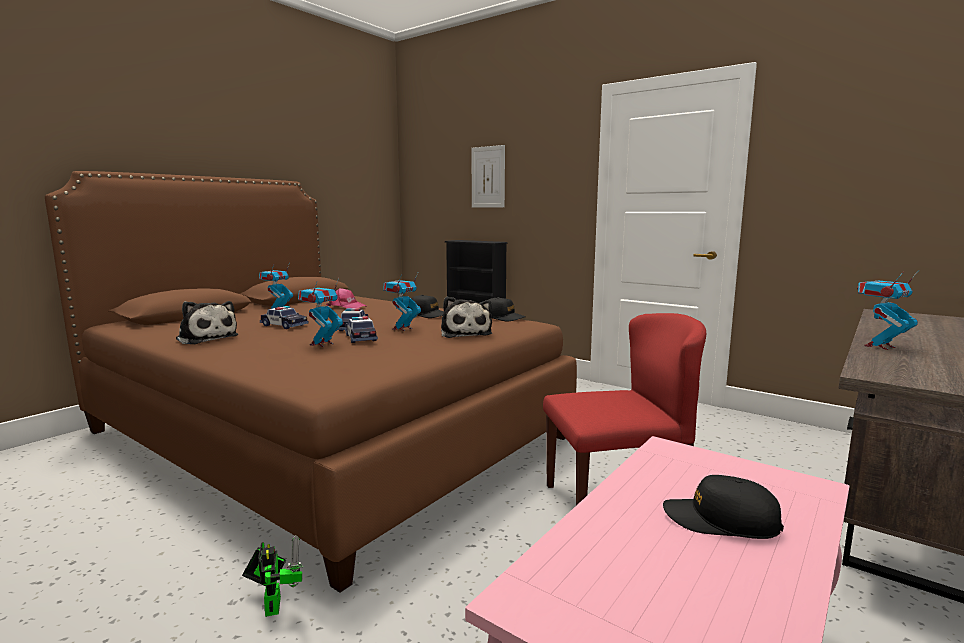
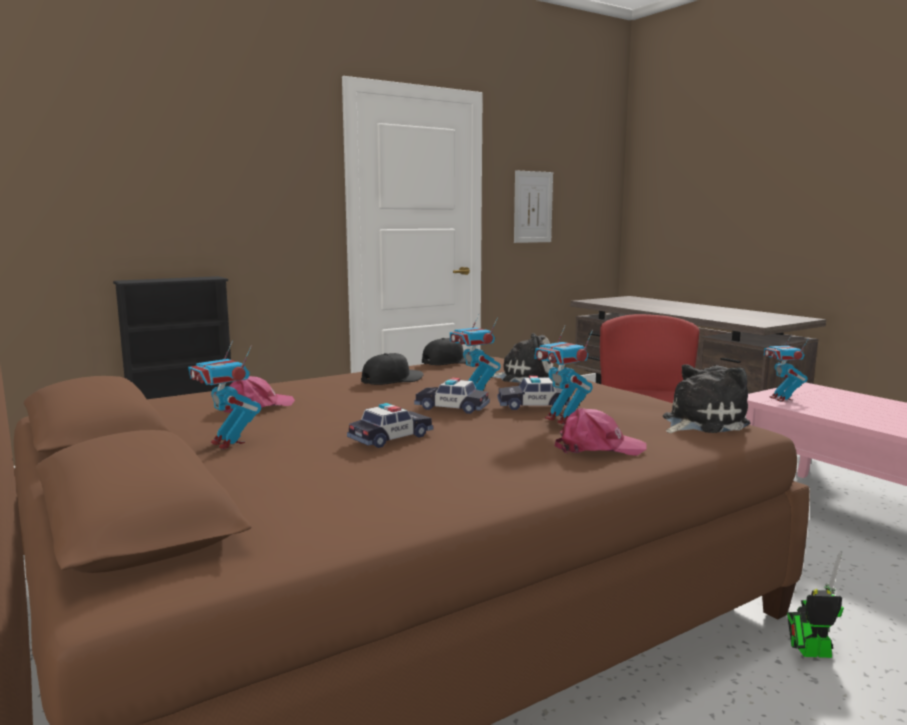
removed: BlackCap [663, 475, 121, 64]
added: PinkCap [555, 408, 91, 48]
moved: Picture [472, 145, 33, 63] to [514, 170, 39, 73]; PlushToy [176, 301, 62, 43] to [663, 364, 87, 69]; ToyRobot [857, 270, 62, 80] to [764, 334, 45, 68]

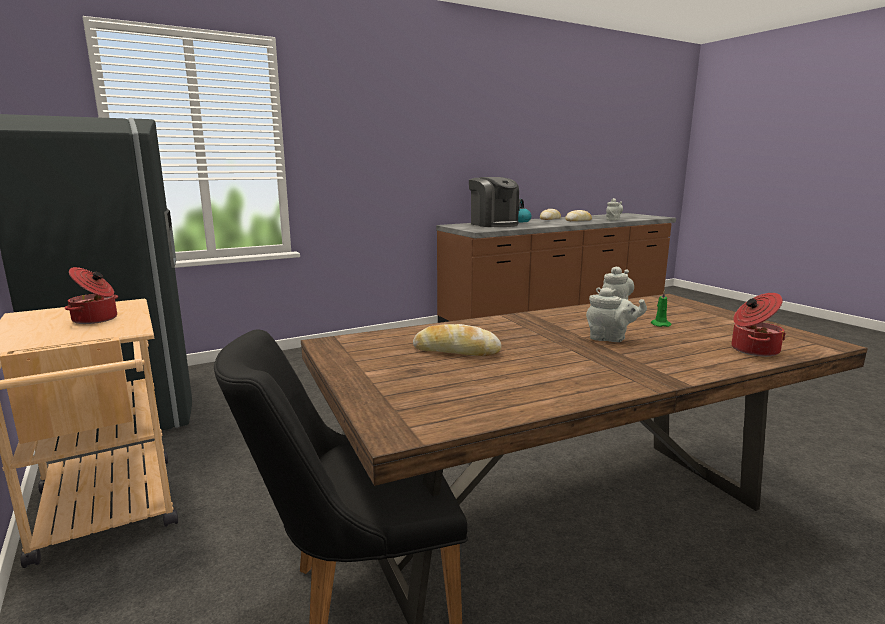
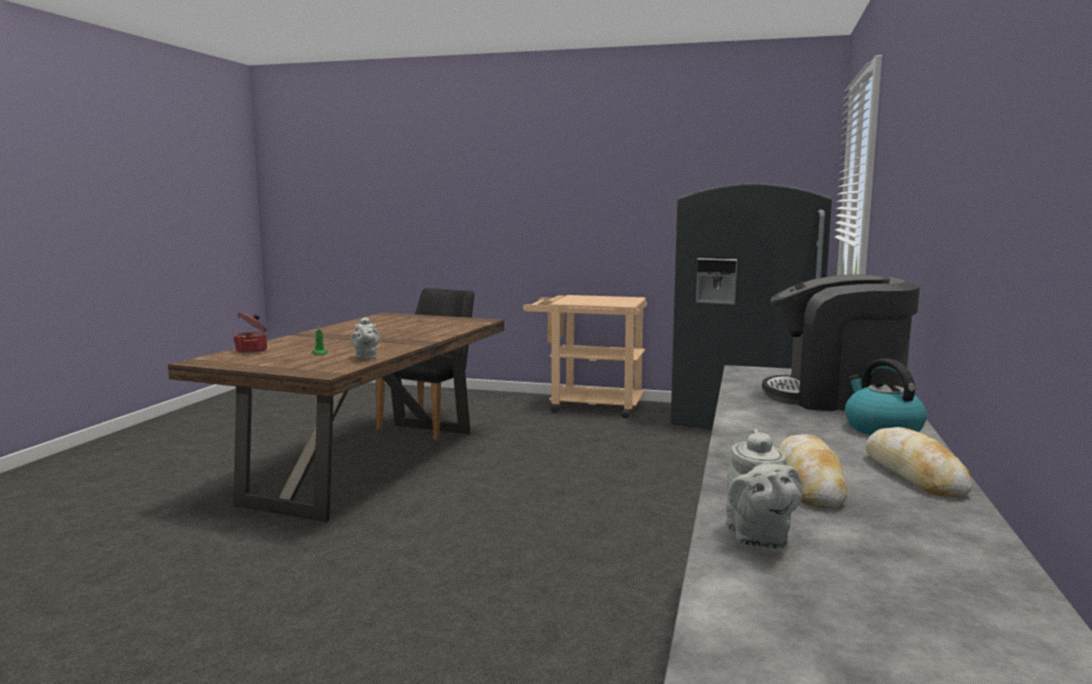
removed: CookingPot [65, 267, 53, 57]; Bread [413, 324, 88, 32]; GreyTeapot [586, 287, 61, 55]

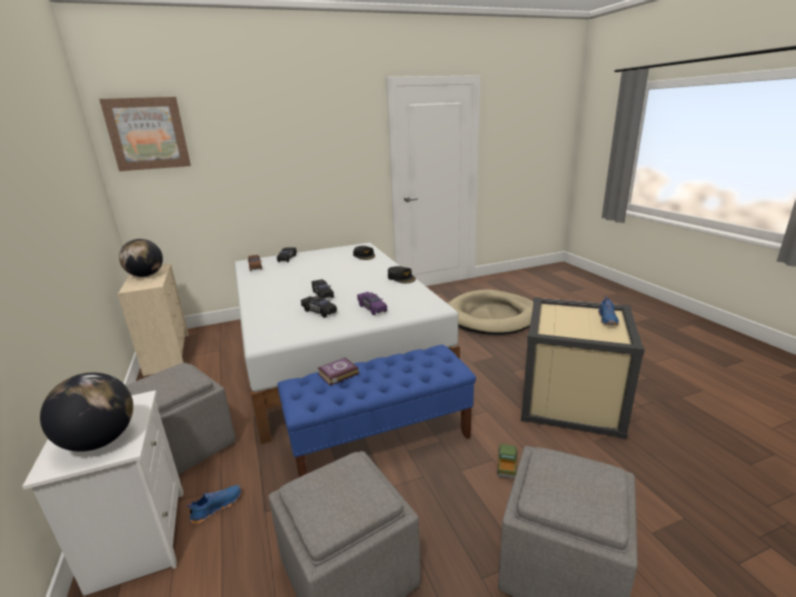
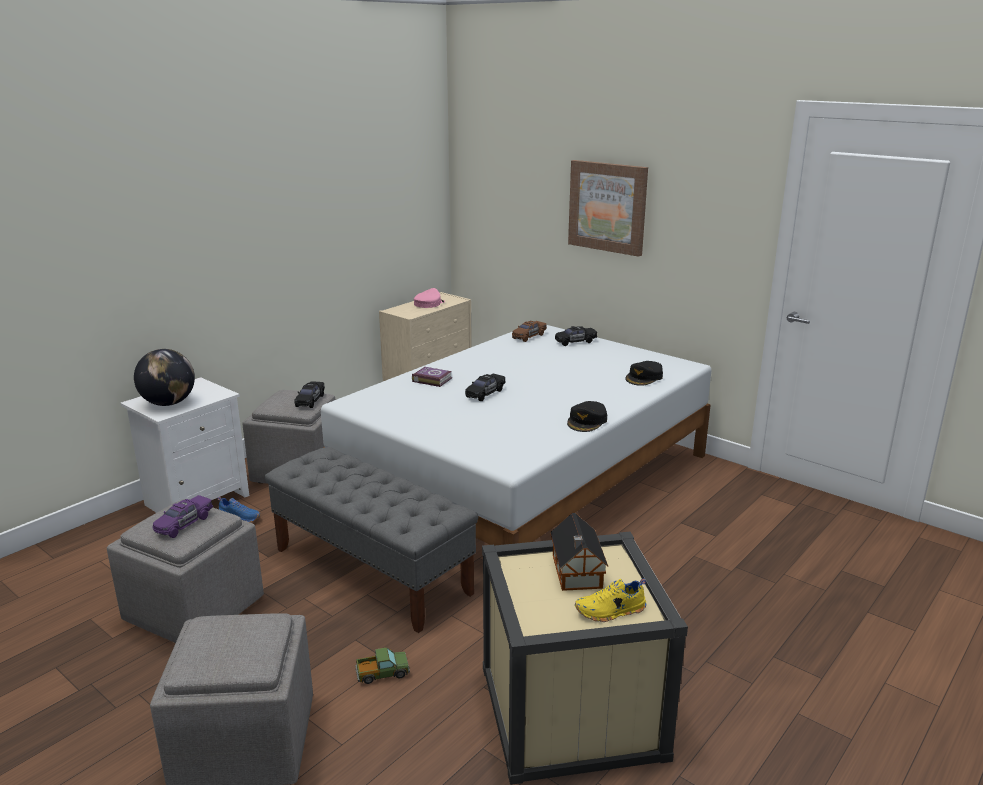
removed: BeigeDogBed [447, 289, 86, 46]
added: ToyHouse [550, 513, 58, 78]
moved: PurpleToyCar [357, 292, 30, 23] to [153, 495, 60, 43]; BlackToyCar [301, 296, 36, 22] to [294, 381, 31, 27]; Book [318, 358, 41, 28] to [412, 367, 40, 20]; Picture [99, 97, 92, 74] to [568, 160, 80, 97]
replaced: Globe [119, 239, 44, 38] to PinkCap [414, 288, 31, 20]
recoloured: BlueBench [277, 345, 199, 132] to GreyBench [265, 447, 213, 186]; BlueShoe [598, 296, 21, 29] to YellowShoe [575, 578, 71, 44]

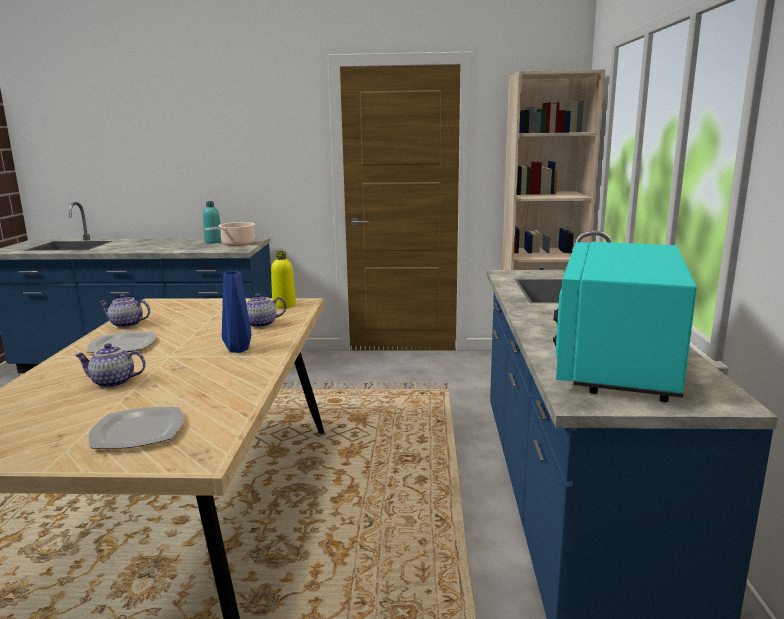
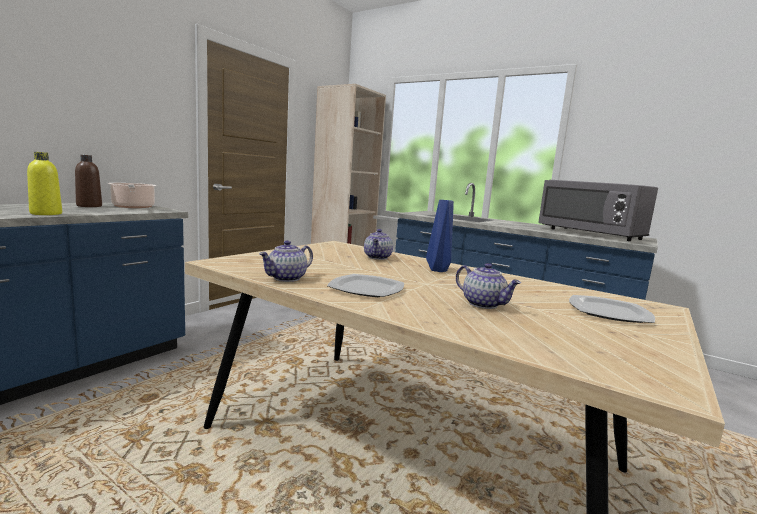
moved: YellowBottle [271, 251, 25, 57] to [27, 152, 35, 63]
recoloured: TurquoiseBottle [203, 201, 19, 42] to BrownBottle [75, 155, 27, 52]; TurquoiseMicrowave [553, 242, 144, 160] to GreyMicrowave [538, 180, 120, 61]
turned: Teapot [75, 343, 71, 45] = [456, 263, 65, 46] 75 degrees counterclockwise

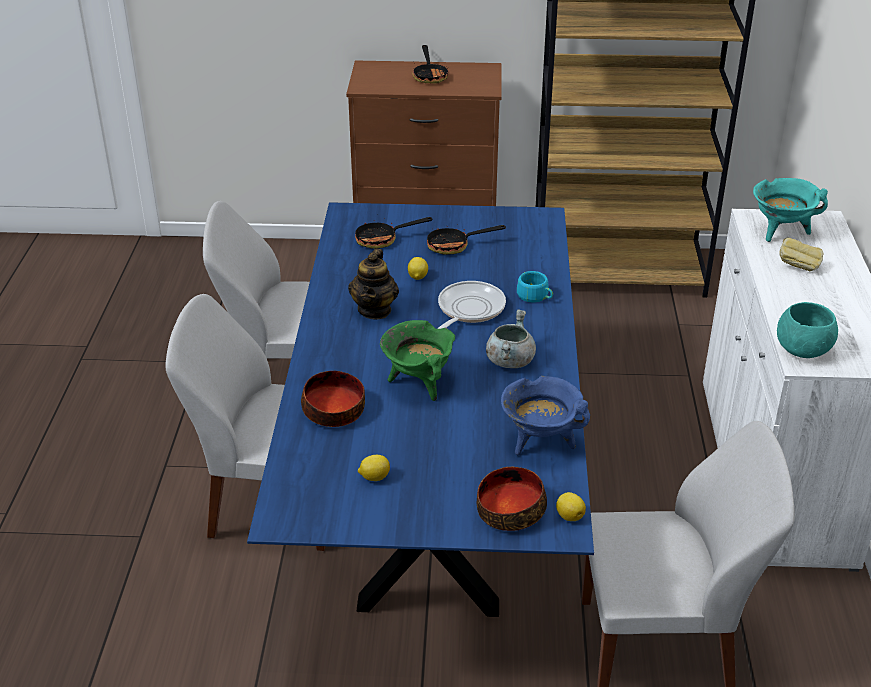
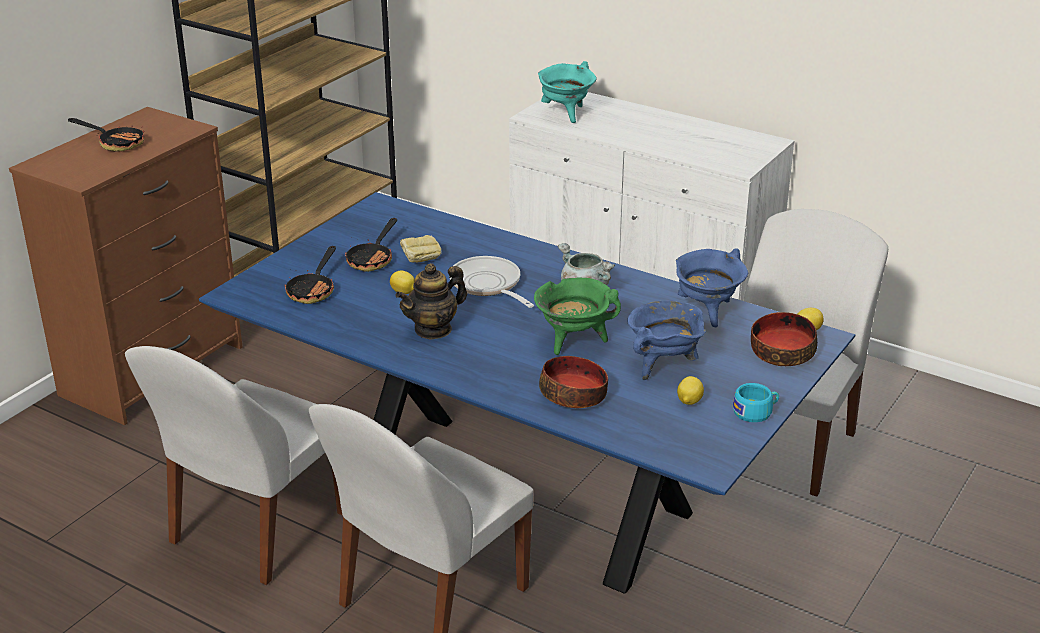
removed: TurquoiseBowl [777, 302, 61, 56]
added: BlueCookingPot [627, 301, 79, 79]
moved: Bread [779, 237, 44, 34] to [400, 235, 42, 28]; TurquoiseCup [517, 271, 36, 31] to [733, 383, 46, 39]
turned: Teapot [348, 249, 51, 70] = [396, 263, 71, 77] 105 degrees clockwise

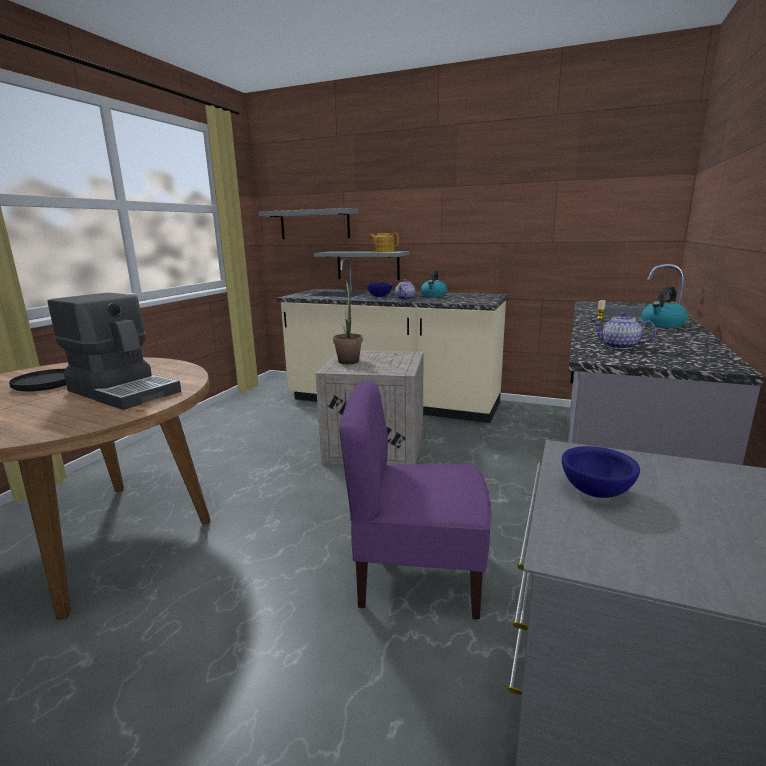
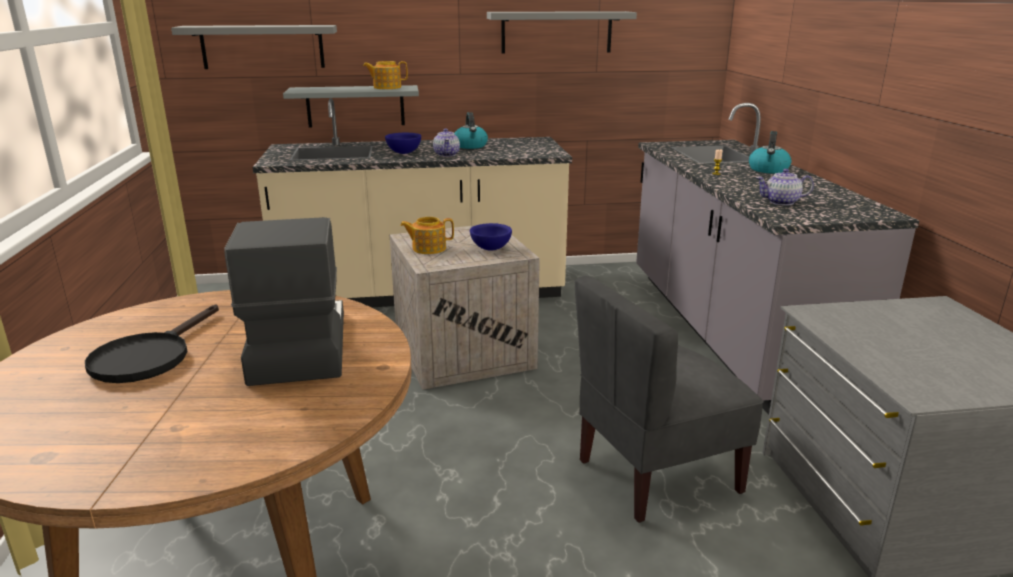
added: GreyShelf [487, 11, 150, 43]
moved: BlueBowl [562, 446, 78, 52] to [470, 223, 42, 28]
replaced: PottedPlant [333, 280, 30, 84] to Teapot [400, 217, 54, 37]
recoloured: PurpleChair [339, 381, 153, 239] to GreyChair [575, 276, 189, 247]
turned: CoffeeMachine [48, 293, 133, 117] = [224, 217, 120, 169] 105 degrees counterclockwise

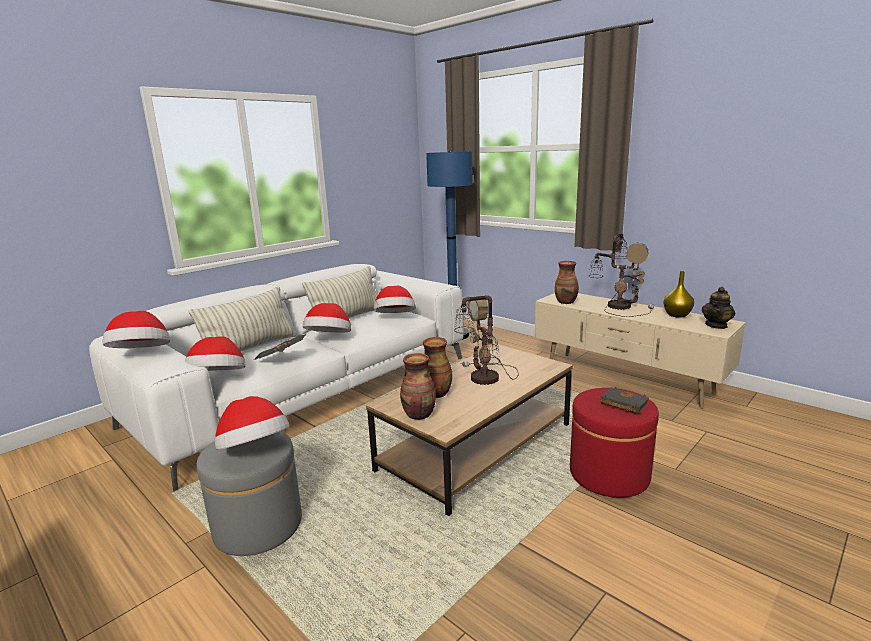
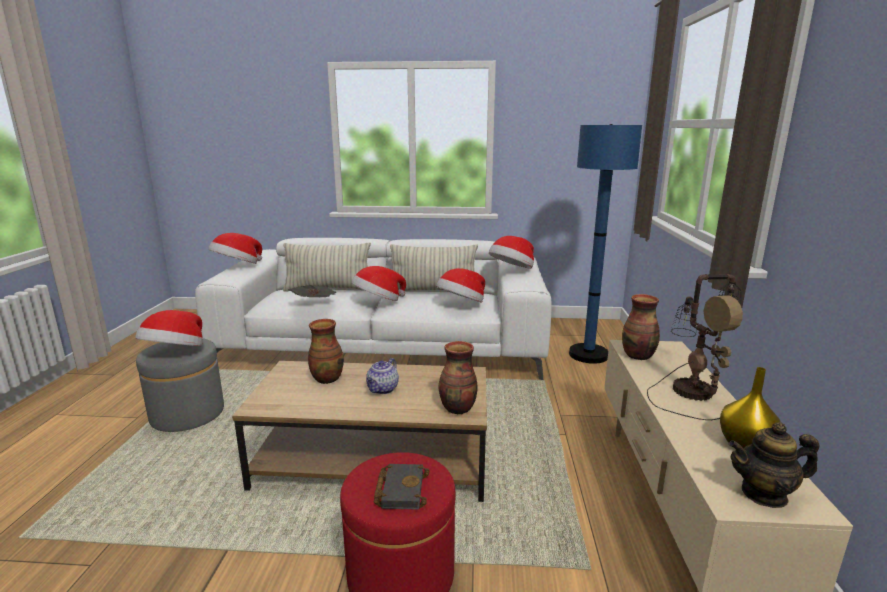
moved: Vase [400, 353, 36, 67] to [439, 341, 39, 74]; Hat [185, 336, 60, 35] to [489, 236, 45, 33]
replaced: TableLamp [454, 295, 65, 90] to Teapot [366, 358, 33, 36]

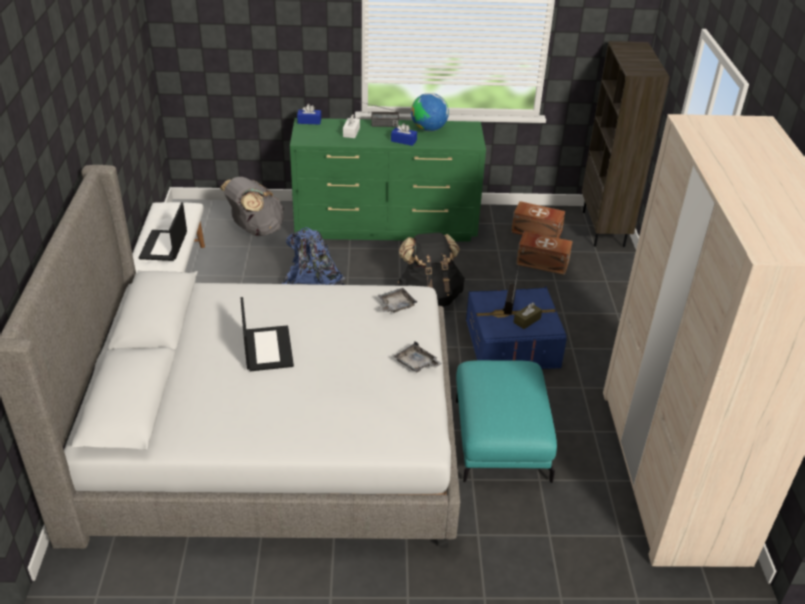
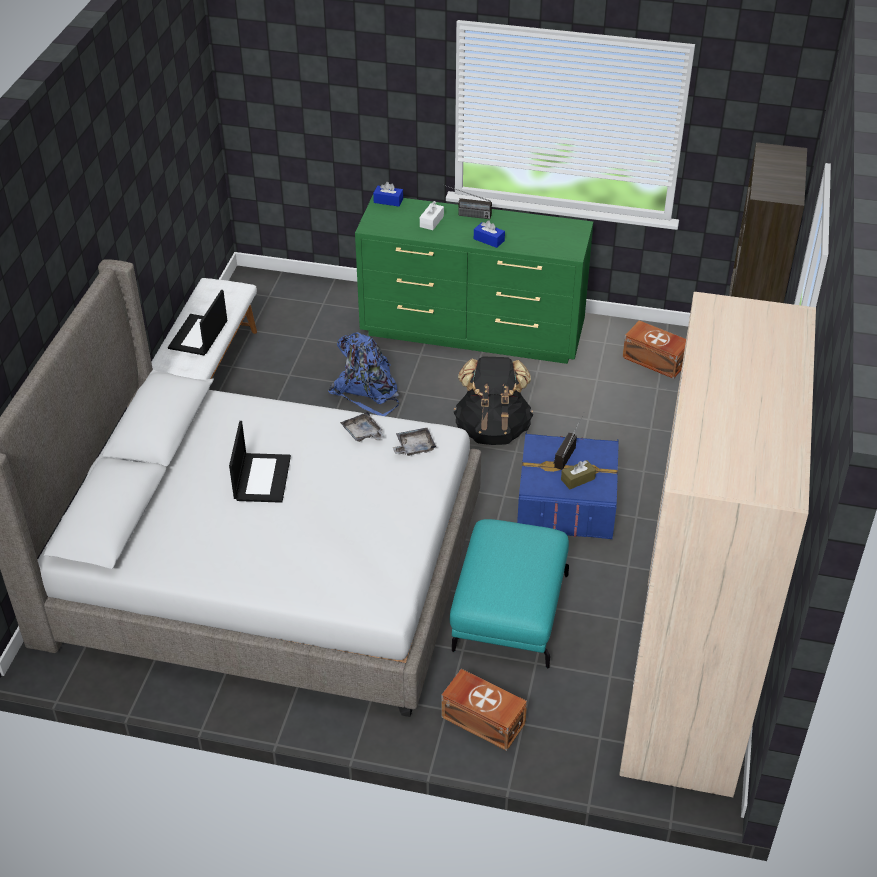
removed: GreyBackpack [220, 177, 65, 59]; Globe [411, 93, 38, 39]
moved: GreyTray [393, 342, 49, 30] to [340, 411, 44, 31]; BrownStorageBox [516, 232, 57, 43] to [441, 669, 86, 82]

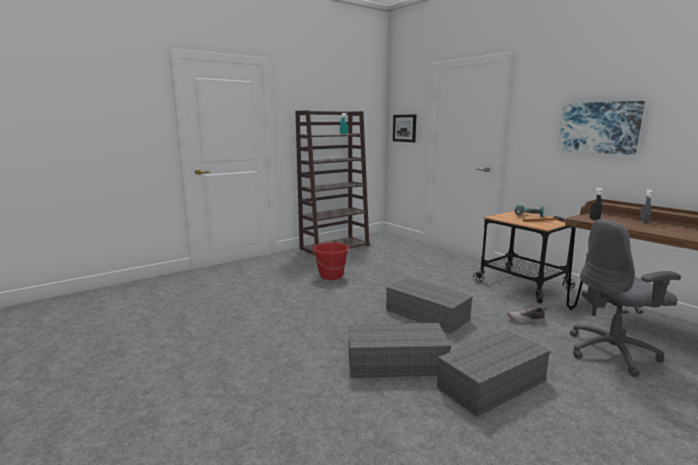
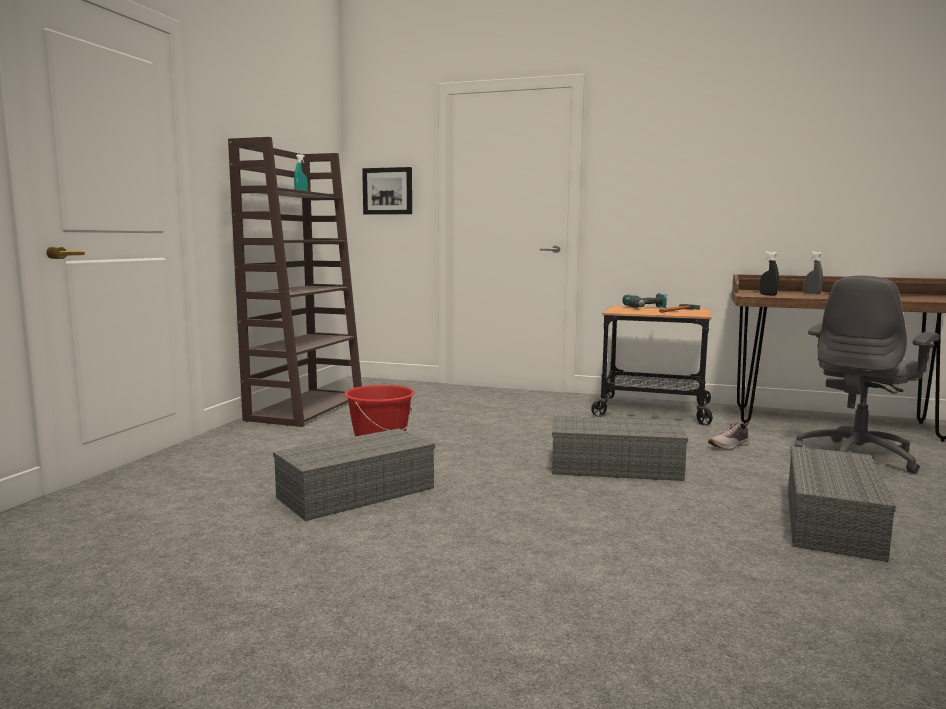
removed: Picture [558, 101, 87, 54]
moved: GreyStorageBox [348, 323, 103, 55] to [273, 428, 162, 93]

